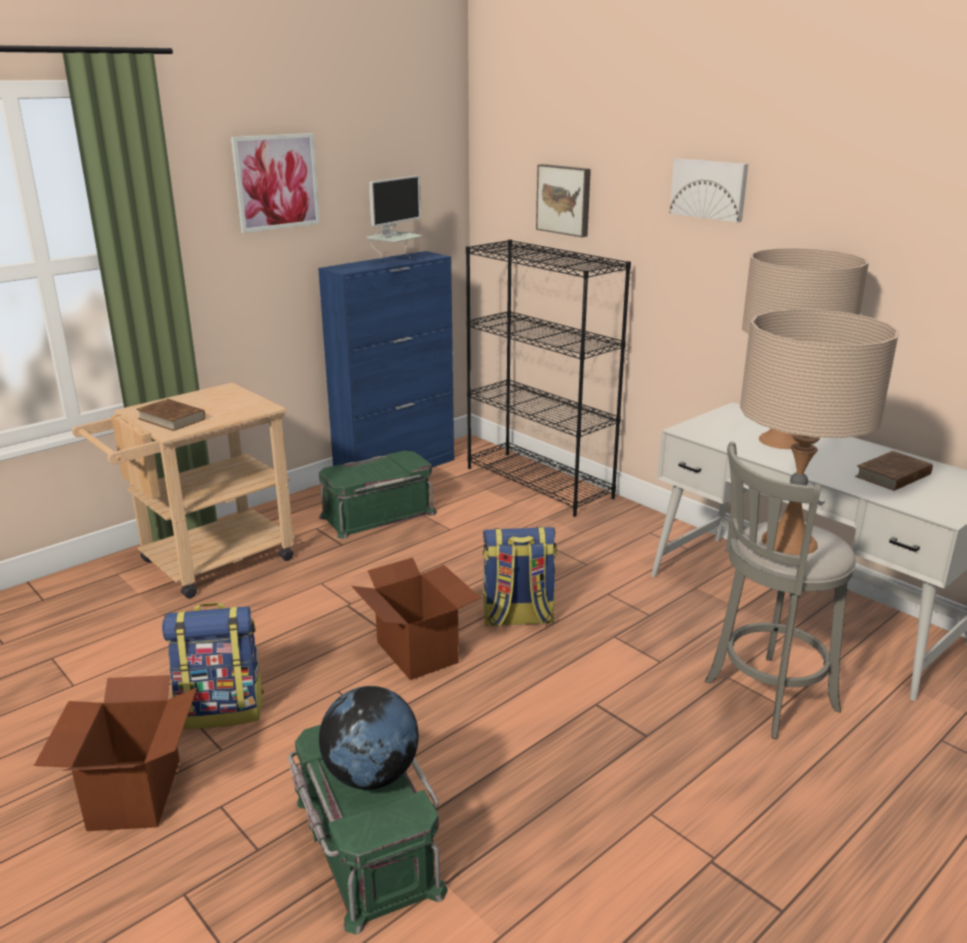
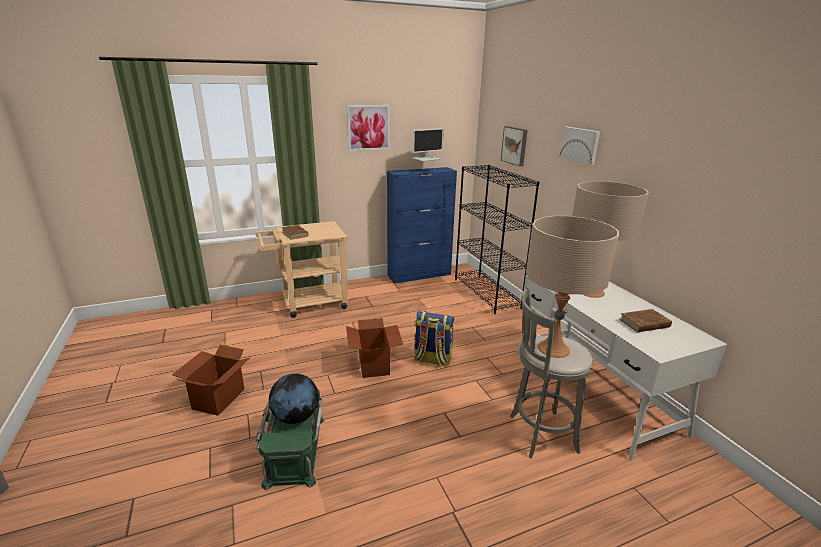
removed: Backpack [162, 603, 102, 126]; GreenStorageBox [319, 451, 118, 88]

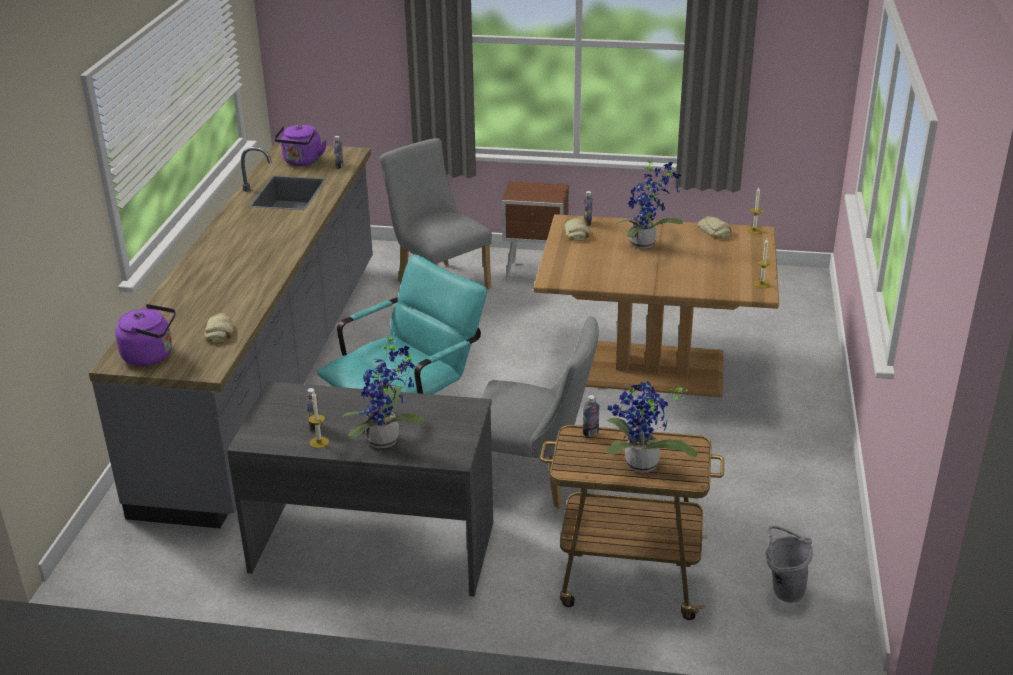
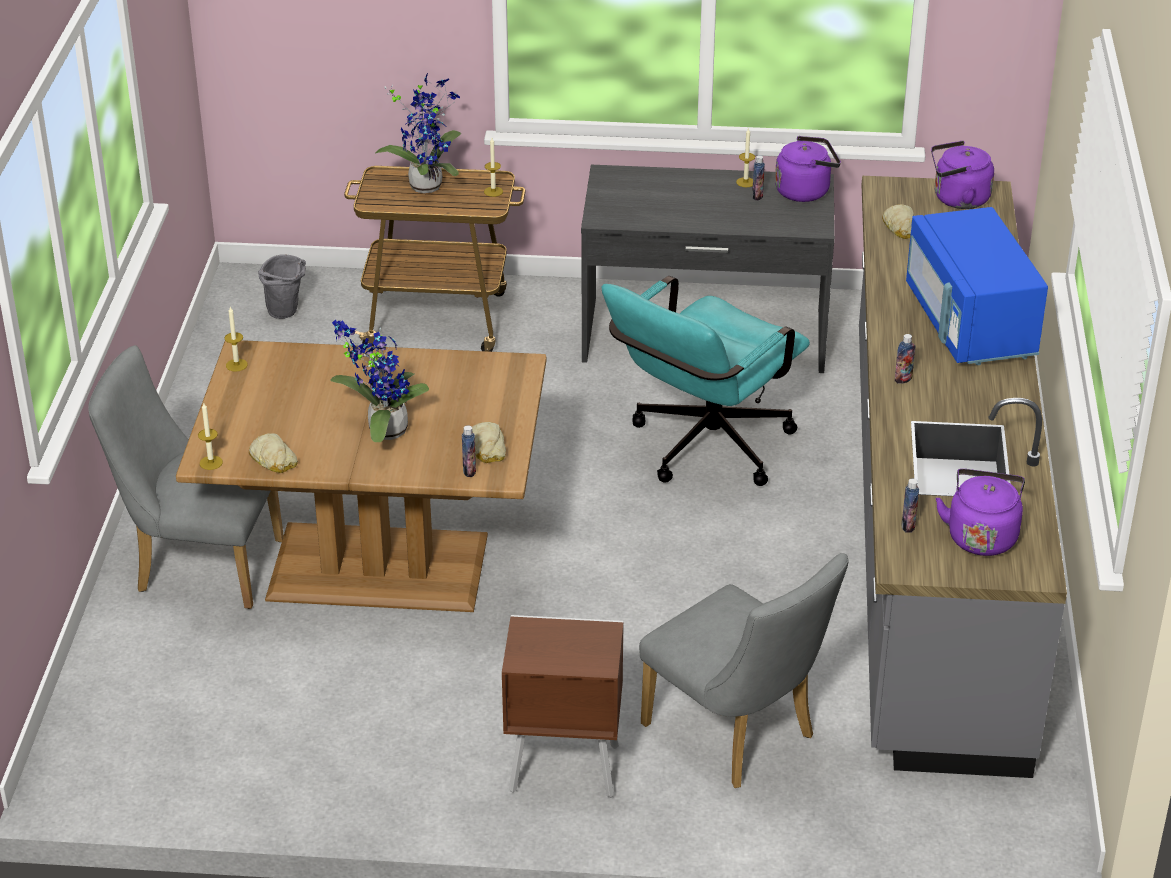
removed: PottedPlant [343, 332, 81, 116]
added: Candle [484, 138, 19, 59]; PurpleKettle [775, 136, 66, 66]; BlueMicrowave [906, 207, 142, 158]
moved: GreyChair [481, 316, 118, 193] to [88, 345, 196, 264]; Bottle [583, 395, 17, 42] to [895, 334, 21, 50]

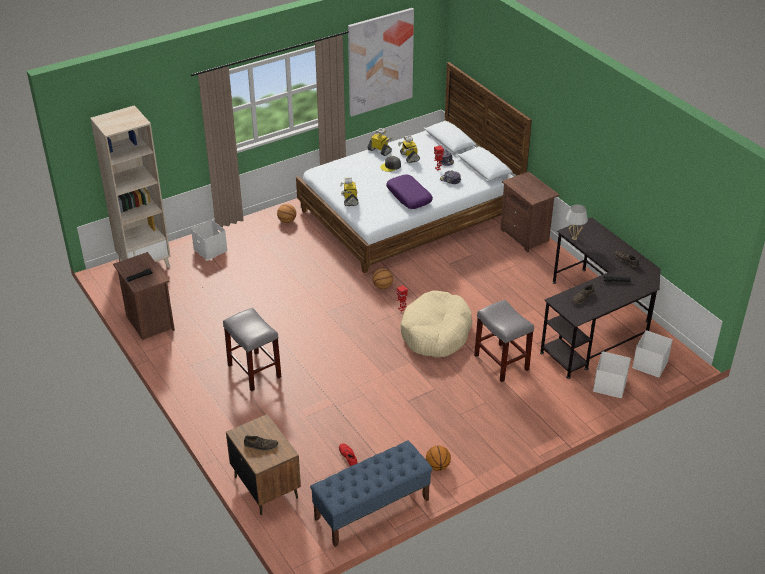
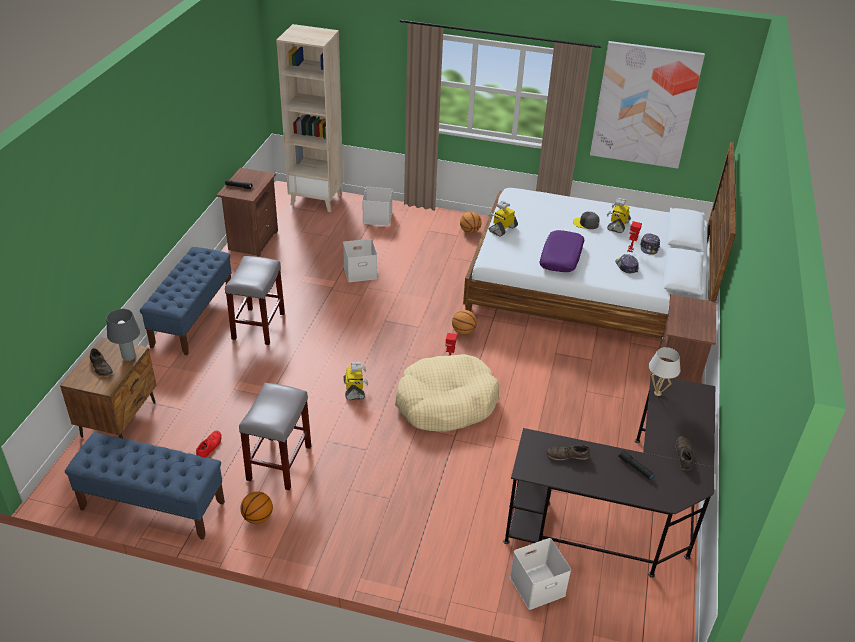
added: GreyTableLamp [106, 309, 34, 52]; BlueBench [140, 247, 92, 108]
moved: GreyStool [474, 300, 60, 83] to [239, 383, 72, 107]; WhiteStorageBox [632, 330, 41, 47] to [343, 239, 34, 43]; ToyRobot [368, 128, 24, 28] to [343, 362, 25, 38]

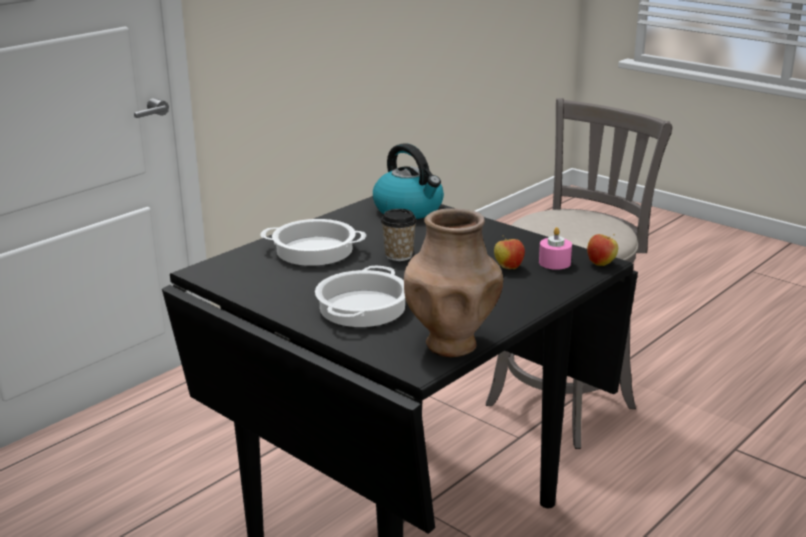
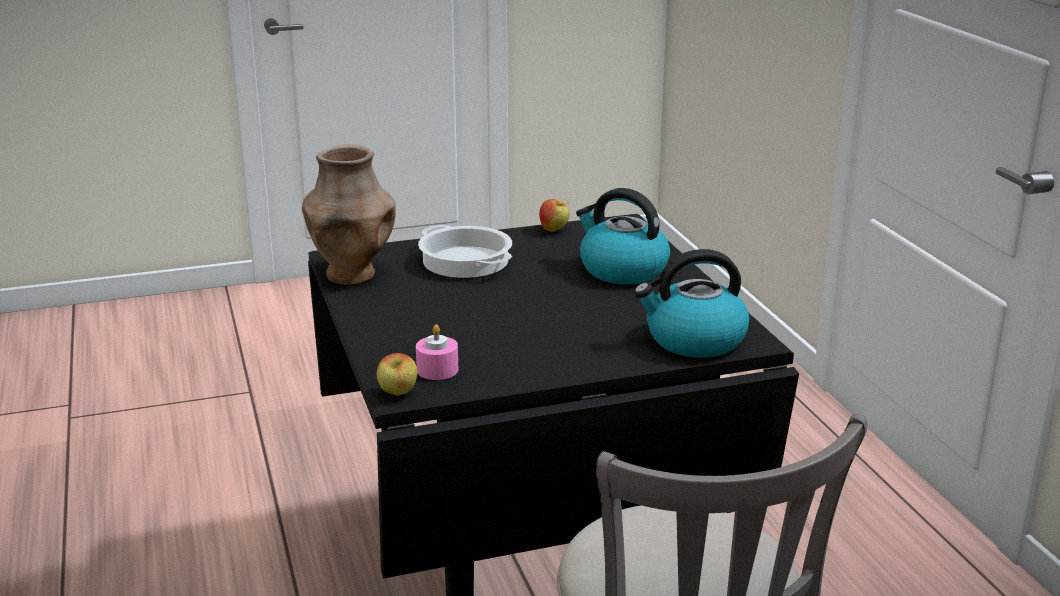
removed: Cup [381, 209, 36, 52]
moved: Apple [494, 235, 31, 34] to [539, 199, 31, 33]
replaced: CookingPot [260, 219, 106, 47] to Kettle [576, 188, 94, 96]

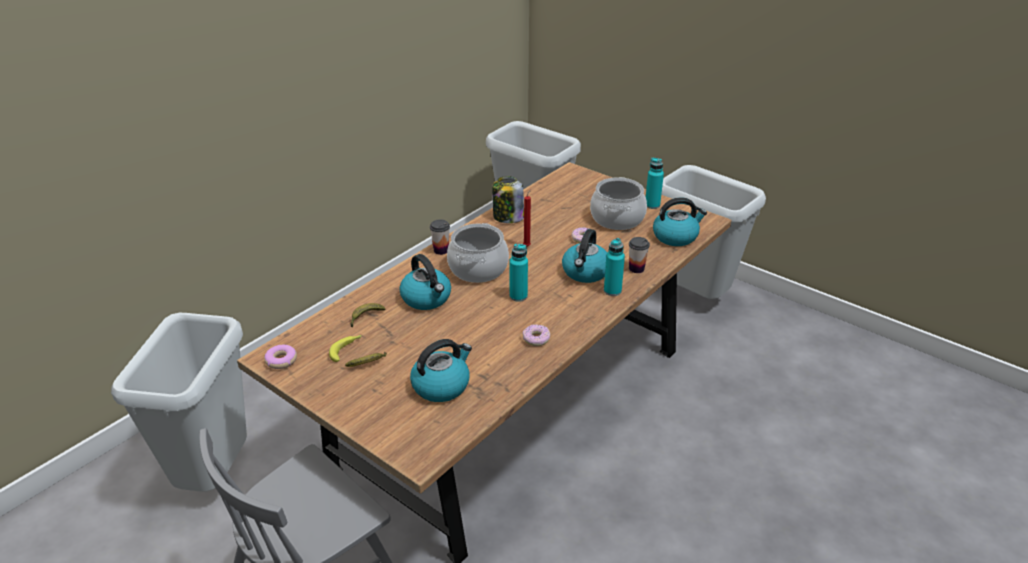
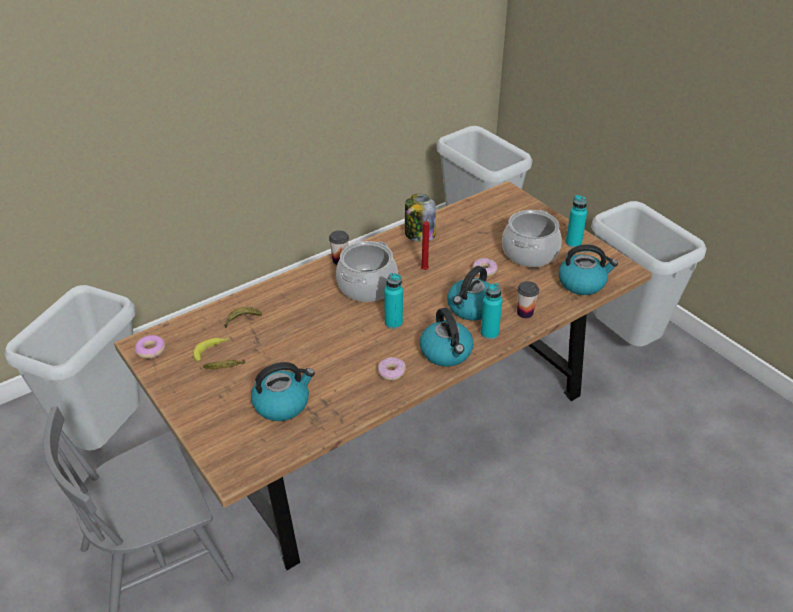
moved: Kettle [399, 254, 52, 56] to [420, 308, 53, 59]

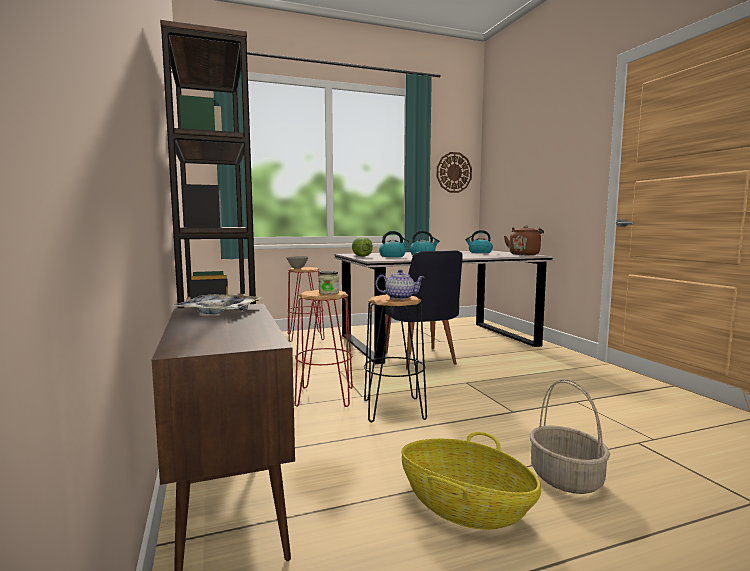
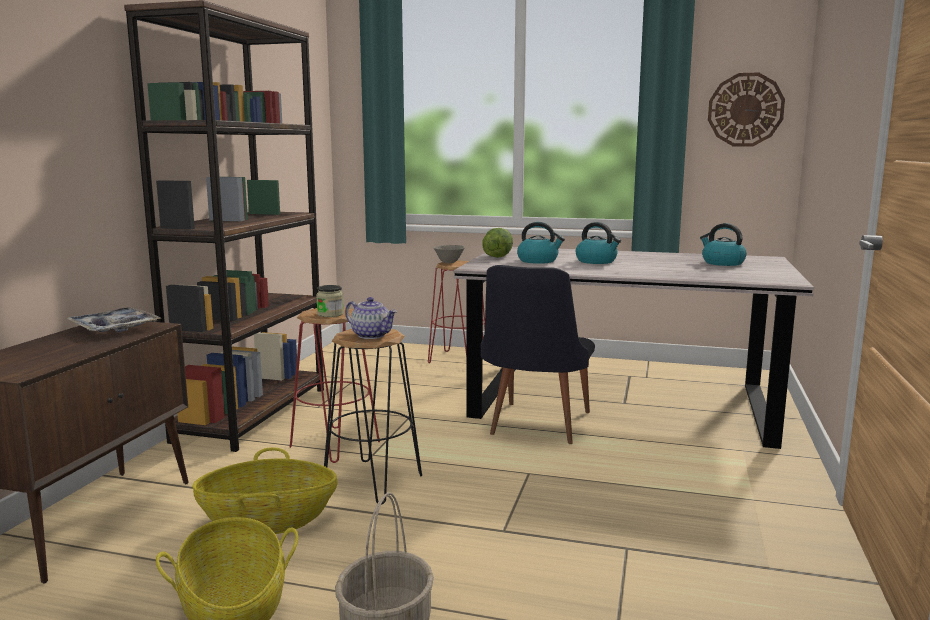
removed: BrownKettle [504, 226, 40, 29]
added: Basket [192, 447, 146, 87]

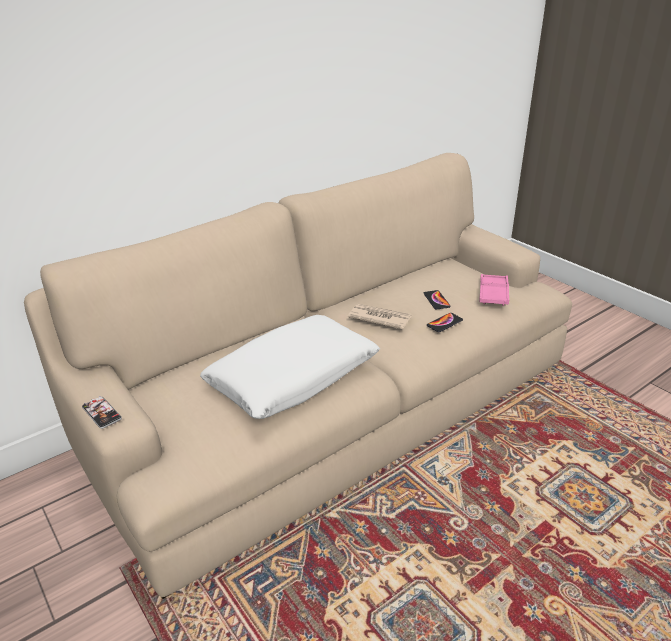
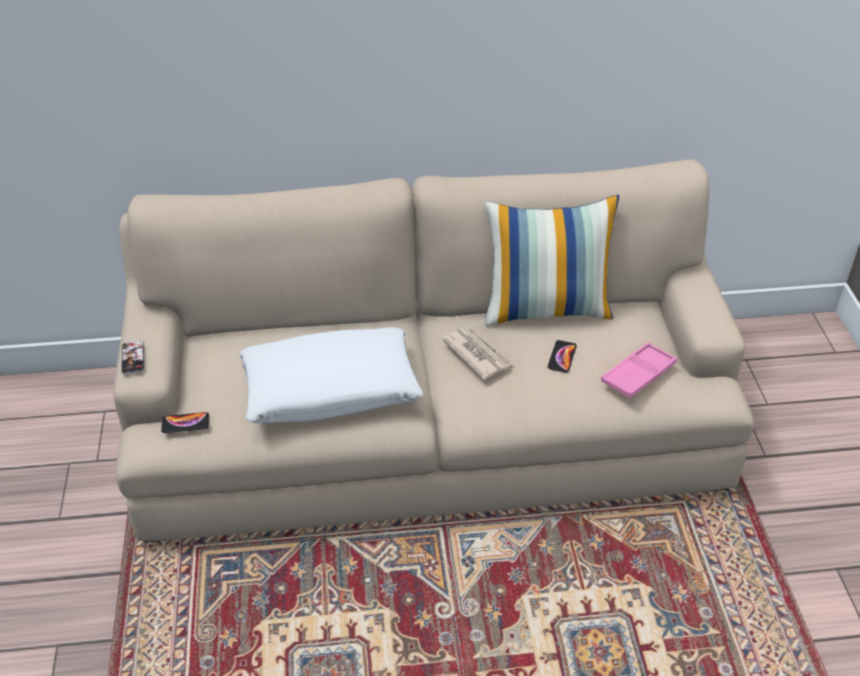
added: Pillow [484, 195, 135, 131]
moved: Phone [427, 313, 36, 19] to [161, 412, 48, 21]

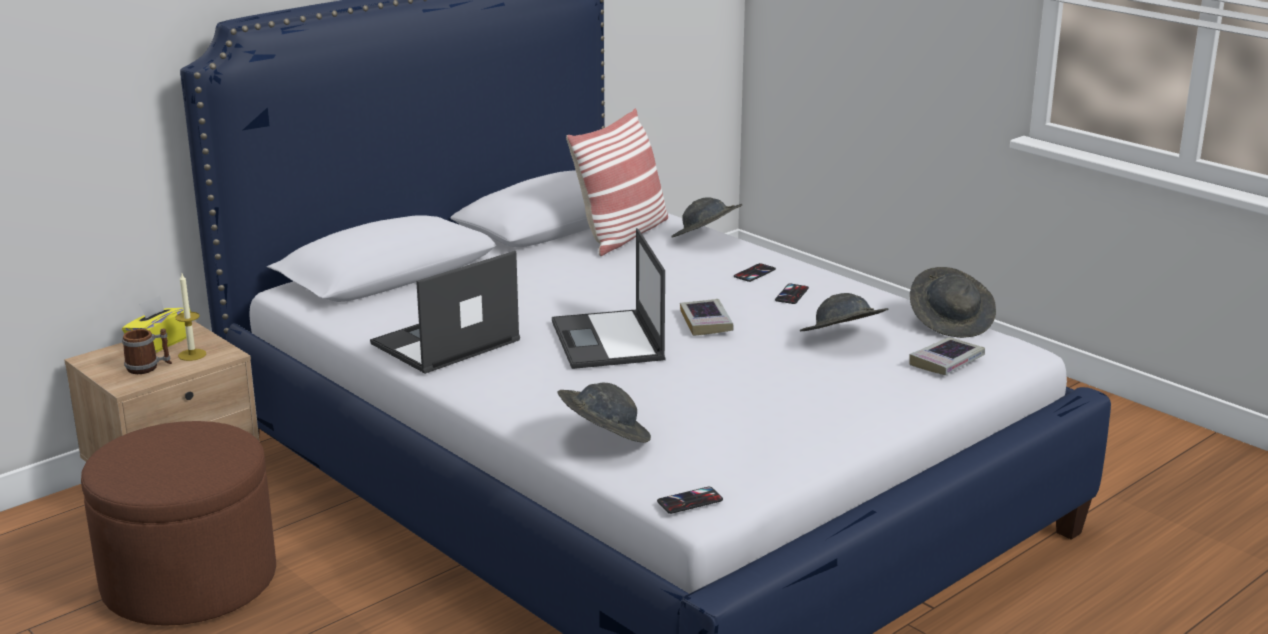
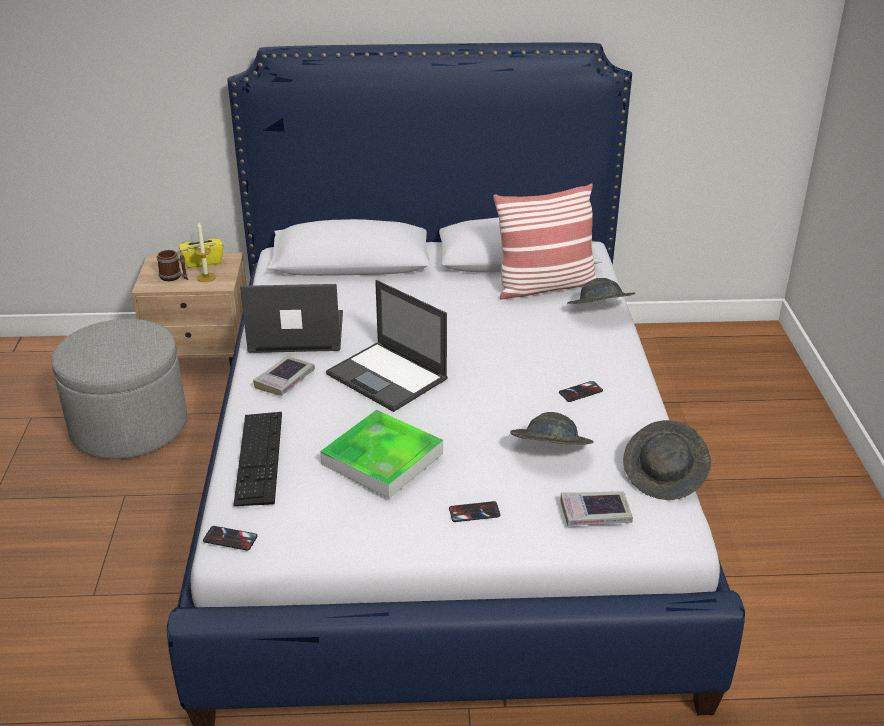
added: Tray [320, 410, 123, 88]
moved: Book [680, 299, 54, 37] to [253, 356, 62, 40]; Phone [734, 263, 42, 19] to [449, 501, 51, 21]
replaced: GreyHat [558, 383, 93, 60] to Keyboard [233, 412, 49, 94]
recoloured: BrownOttoman [81, 421, 195, 205] to GreyOttoman [51, 319, 136, 140]
turned: Laptop [552, 228, 114, 141] = [326, 280, 122, 132] 75 degrees counterclockwise

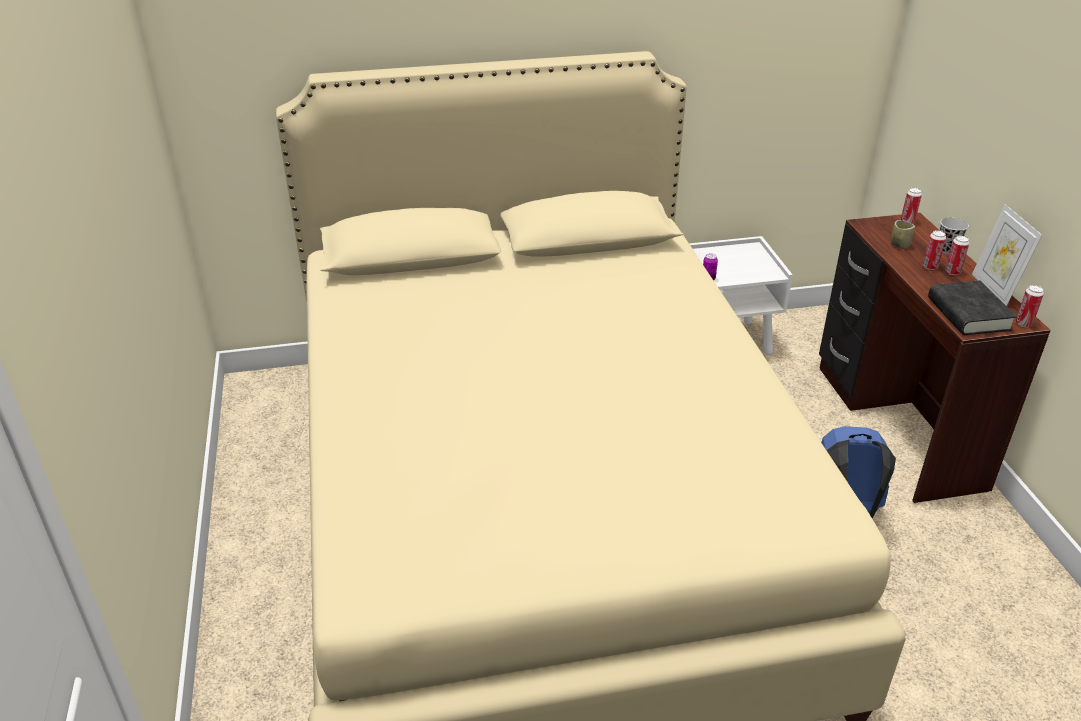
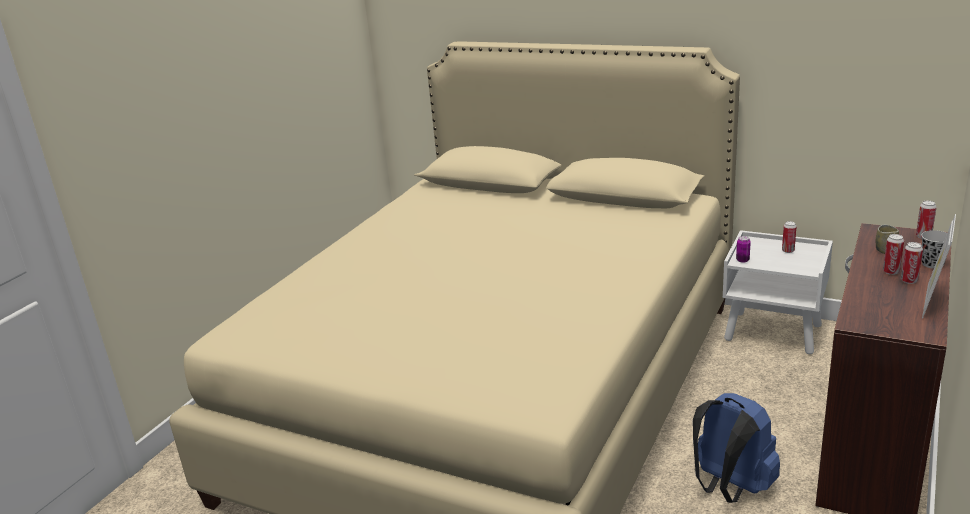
removed: BlackBook [928, 280, 89, 55]
moved: Can [1016, 285, 28, 42] to [782, 221, 15, 32]

